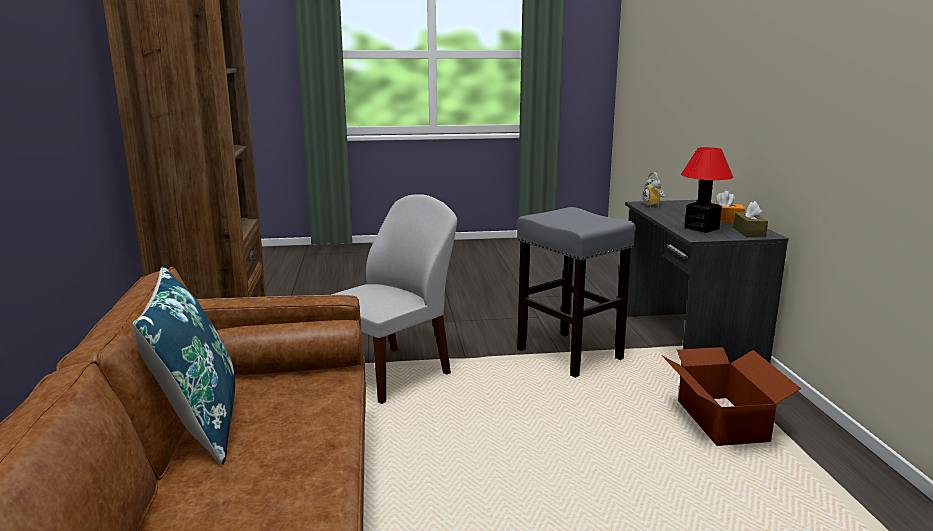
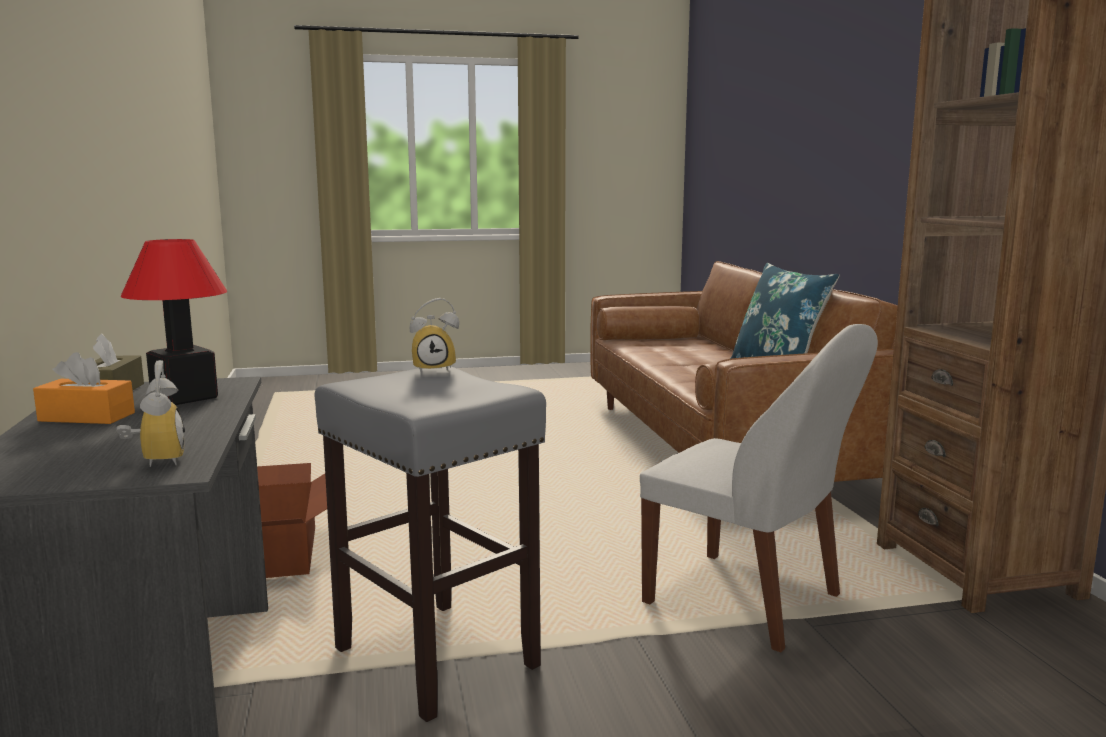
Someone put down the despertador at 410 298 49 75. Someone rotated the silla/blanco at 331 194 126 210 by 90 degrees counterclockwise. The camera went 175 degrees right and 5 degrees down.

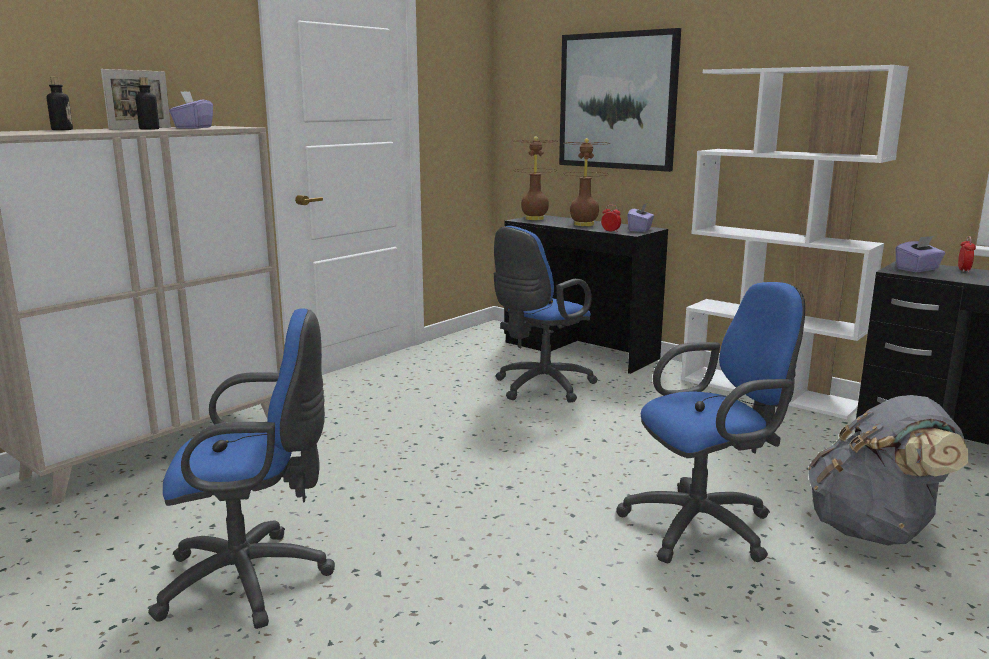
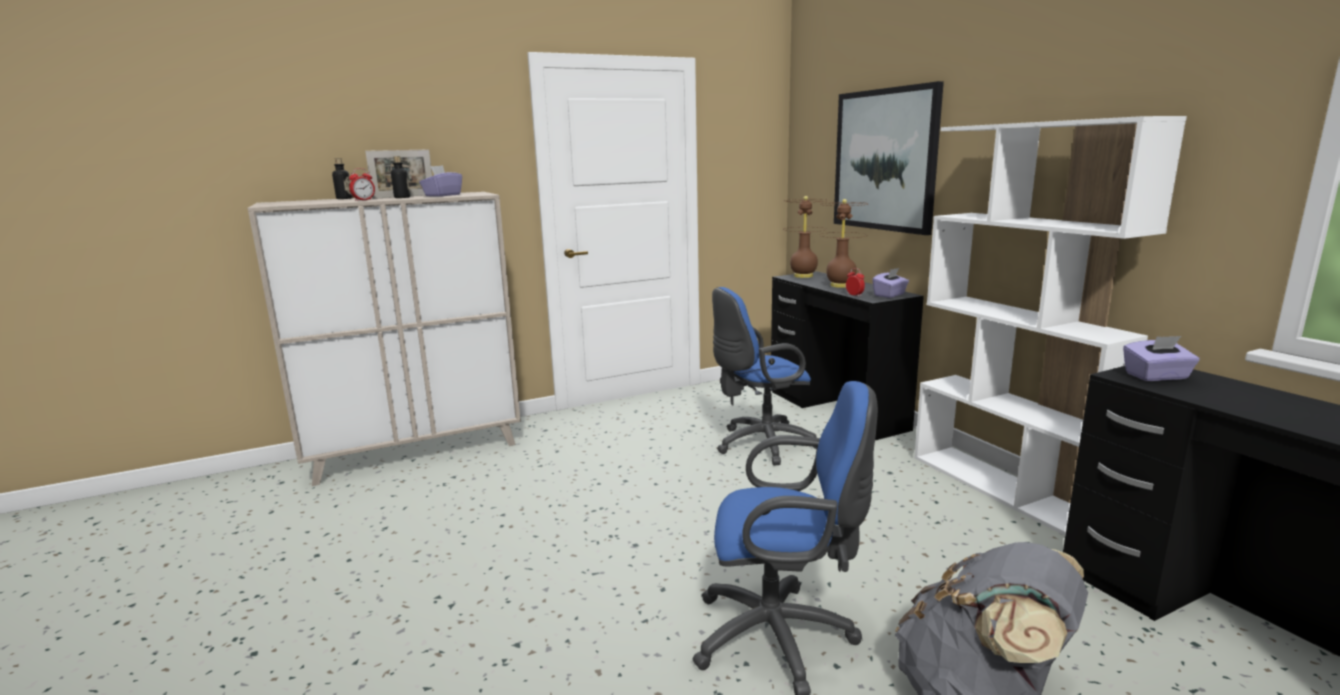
Someone took away the silla de oficina/azul at 148 308 187 321. Someone carried the despertador from 958 236 18 37 to 349 168 26 33. The camera went 25 degrees right and 0 degrees up.

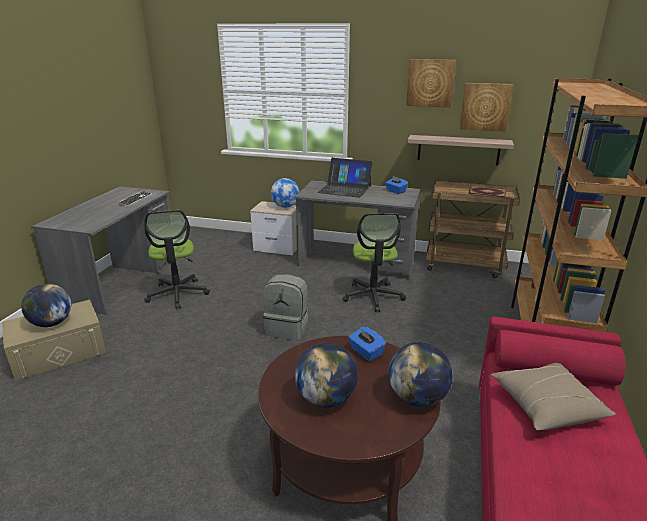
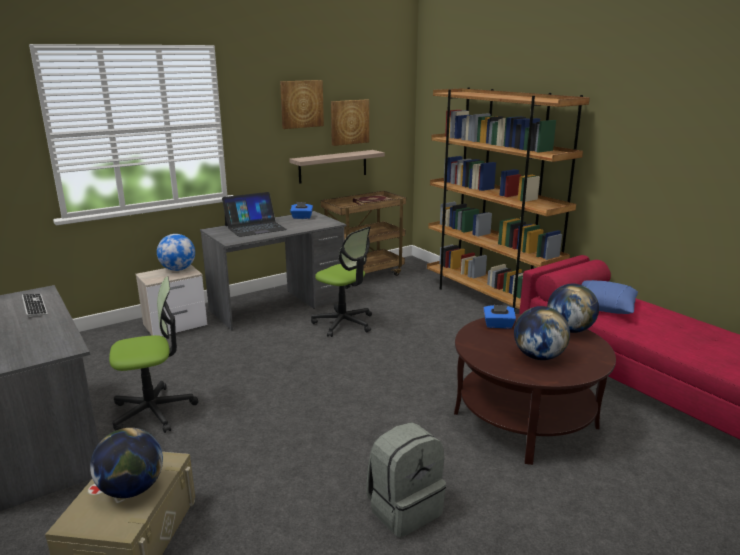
Someone carried the mochila/gris from 262 274 46 66 to 366 422 80 115. Someone repainted the cojín/beis at 491 363 125 67, which became the cojín/azul at 581 280 57 34. Someone rotated the silla de oficina at 144 210 66 99 by 45 degrees counterclockwise. The camera went 50 degrees left and 5 degrees down.

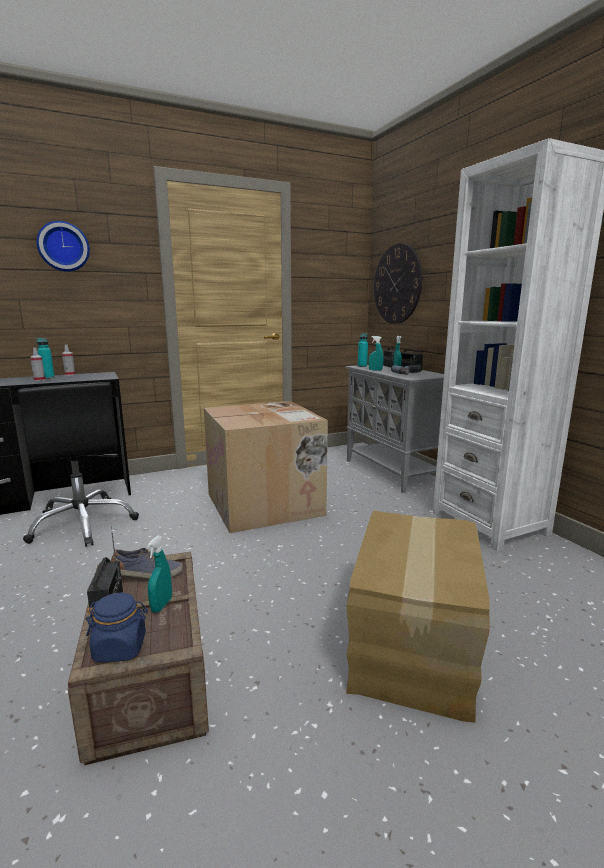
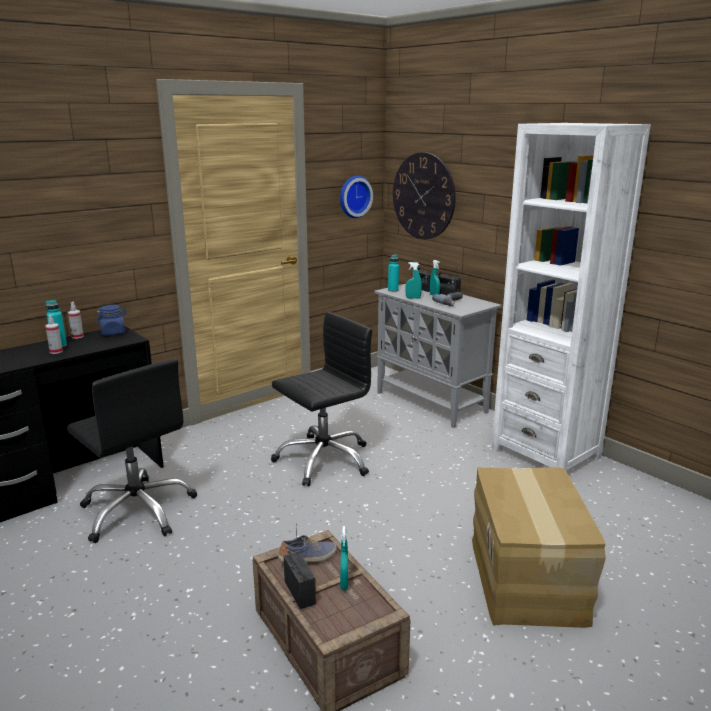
Someone carried the reloj de pared from 37 221 53 51 to 340 176 33 42. Someone carried the tarro/azul from 86 592 62 70 to 96 305 31 30. Someone swapped the caja de cartón at 204 401 124 132 for the silla de oficina/negro at 271 312 101 174. The camera went 15 degrees left and 5 degrees up.

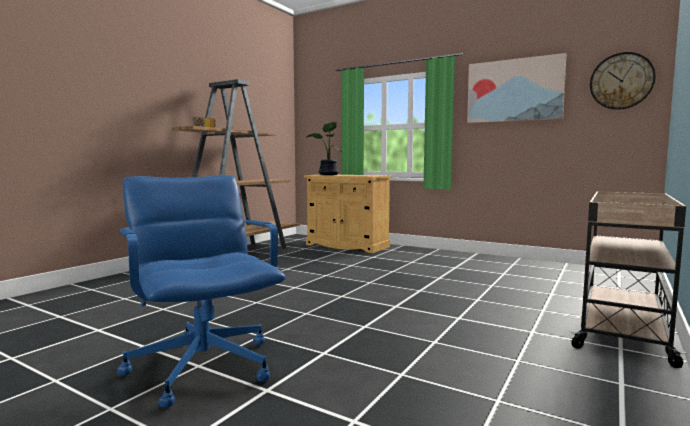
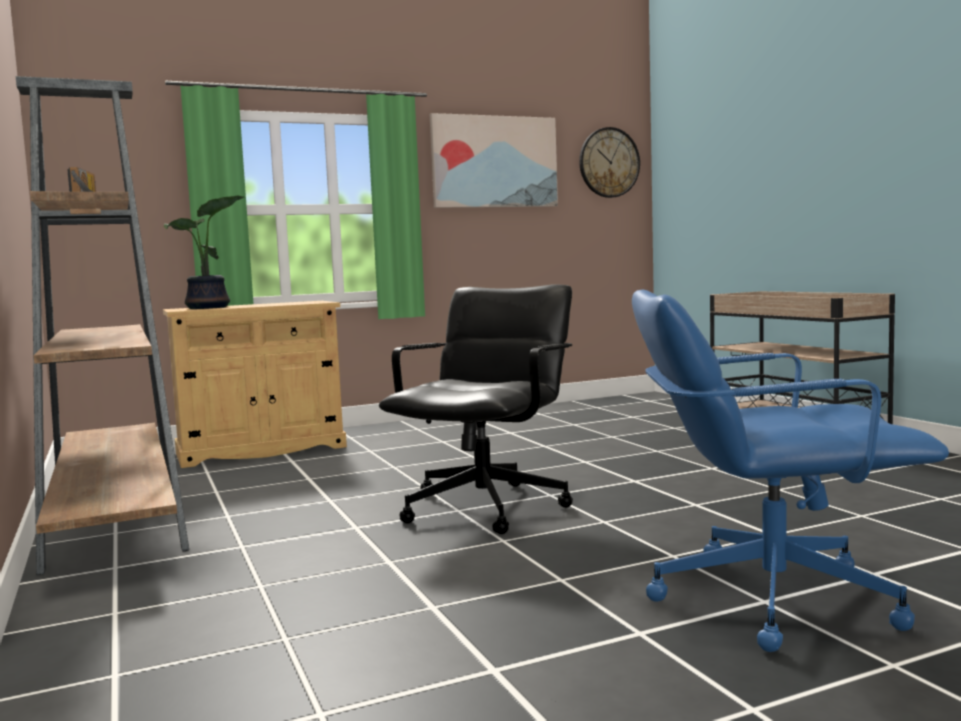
Someone put down the silla de oficina/negro at 379 284 194 250. The camera went 55 degrees left and 0 degrees up.

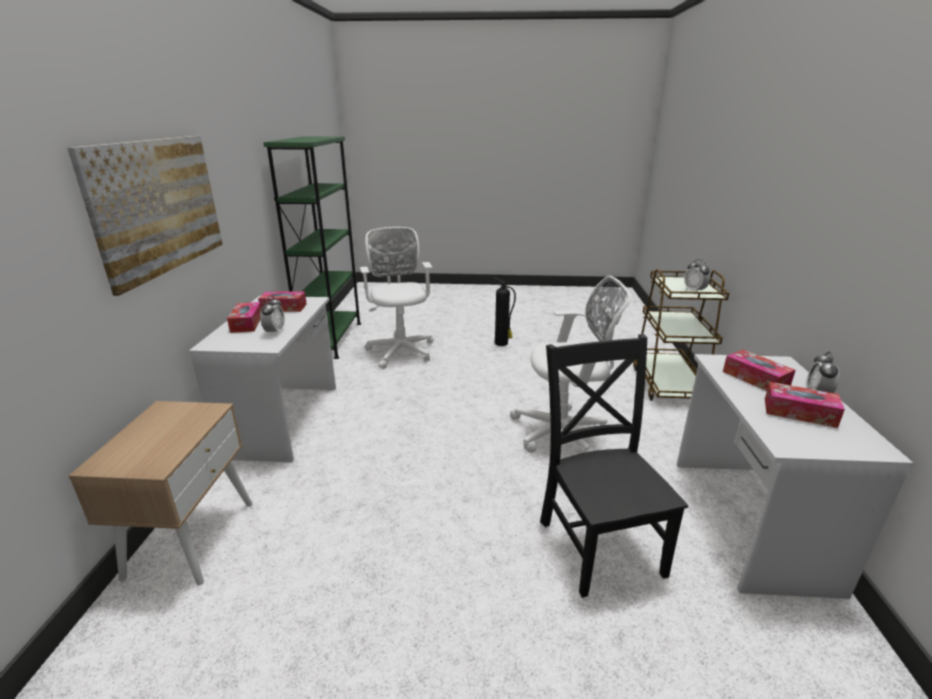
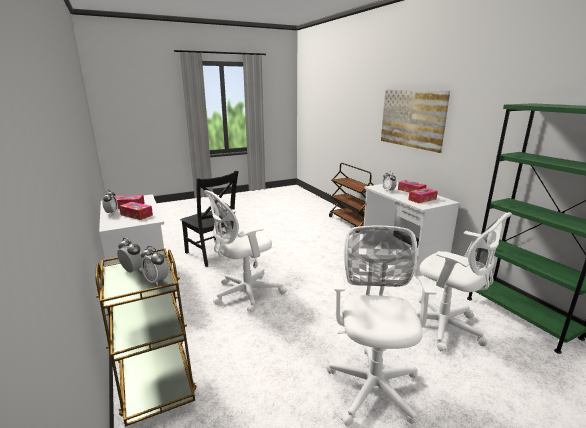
Someone put down the despertador at 141 246 27 40. Someone swapped the mesita de noche/beis at 69 401 184 185 for the carrito/marrón at 329 163 45 64. Someone swapped the extintor at 492 277 24 69 for the silla de oficina/blanco at 326 226 111 200. The camera went 150 degrees right and 5 degrees down.

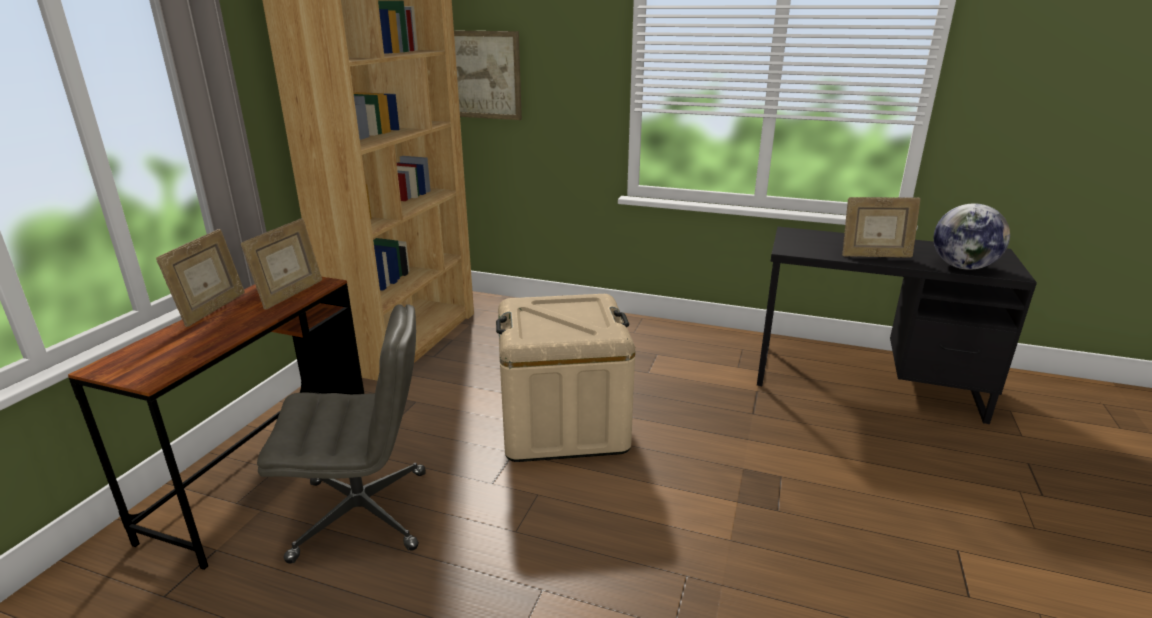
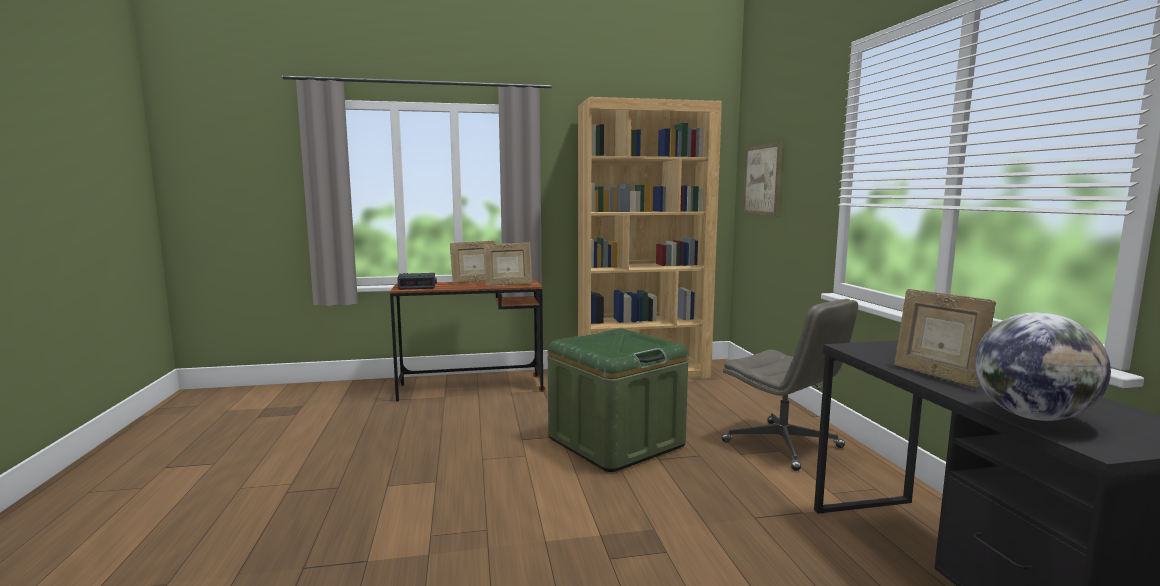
Someone put down the despertador at 397 273 40 17. Someone carried the silla de oficina/gris from 257 304 169 260 to 722 299 136 172. Someone repainted the caja de almacenaje/beis at 496 294 139 168, which became the caja de almacenaje/verde at 548 328 140 144. The camera went 60 degrees right and 15 degrees down.

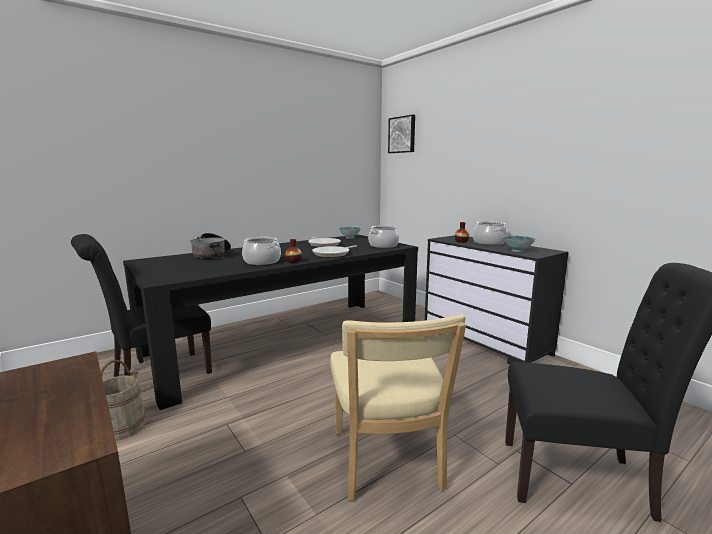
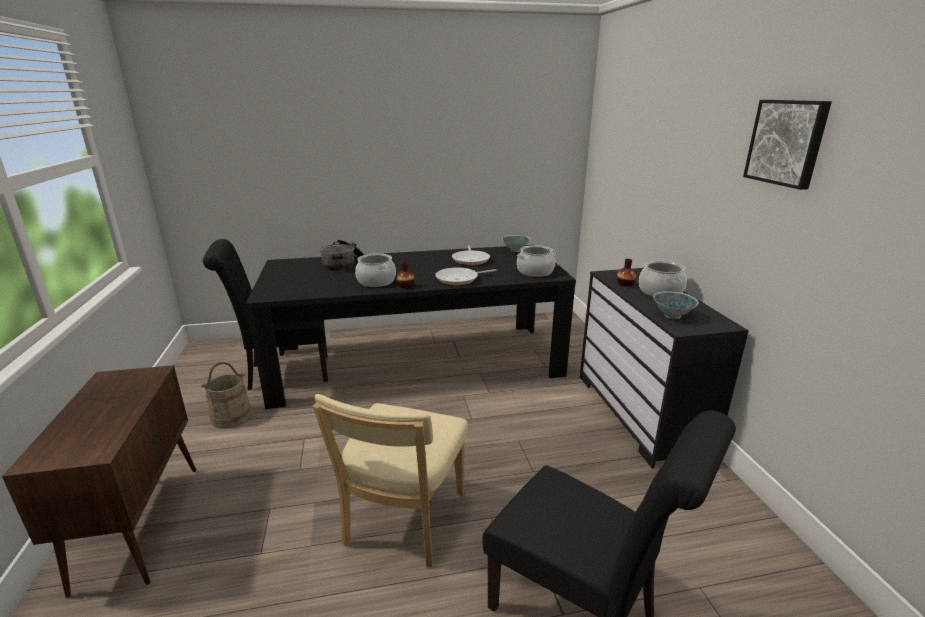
Someone carried the cuadro from 388 115 27 38 to 743 100 89 90. The camera went 25 degrees right and 10 degrees up.

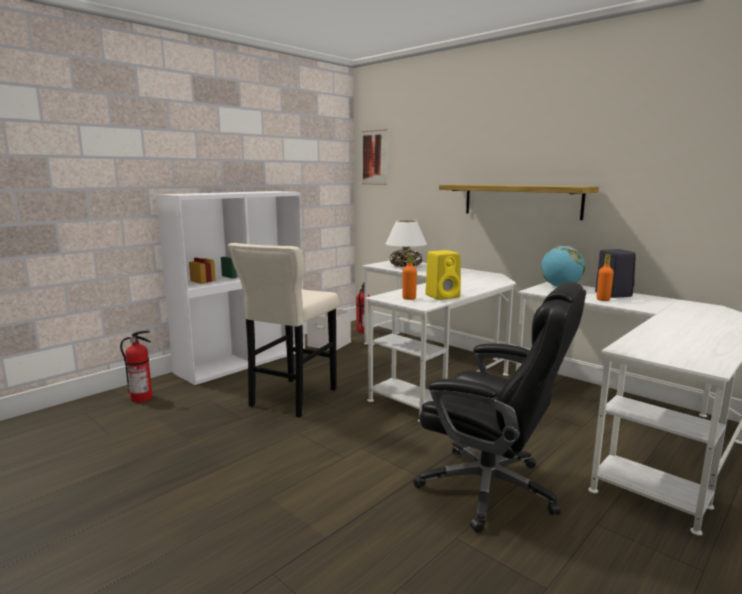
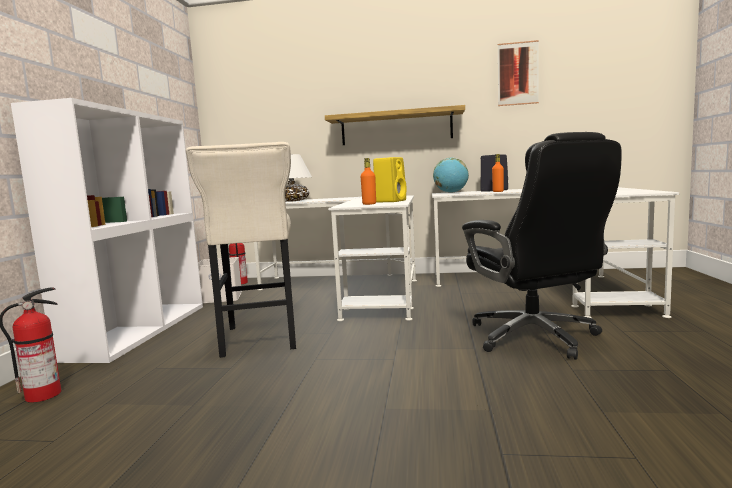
Someone carried the cuadro from 361 129 27 56 to 497 40 42 66. Someone rotated the silla de oficina/negro at 413 282 173 251 by 75 degrees clockwise. The camera went 35 degrees left and 5 degrees down.

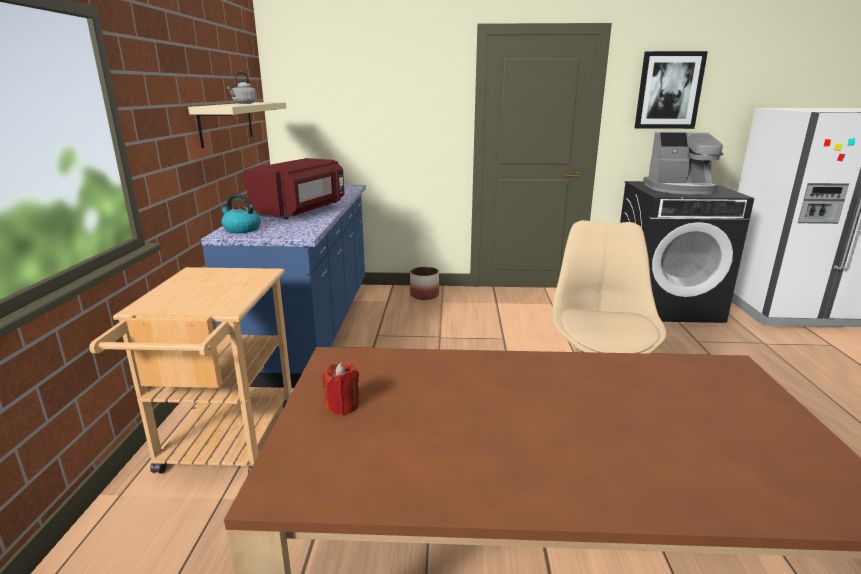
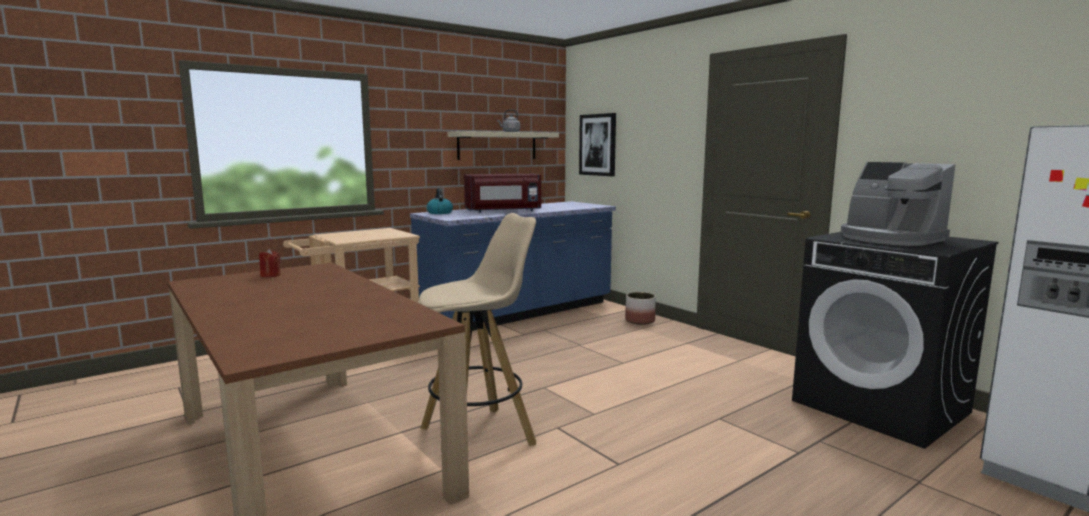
Someone carried the cuadro from 635 51 73 78 to 579 113 37 63. The camera went 50 degrees right and 10 degrees down.

